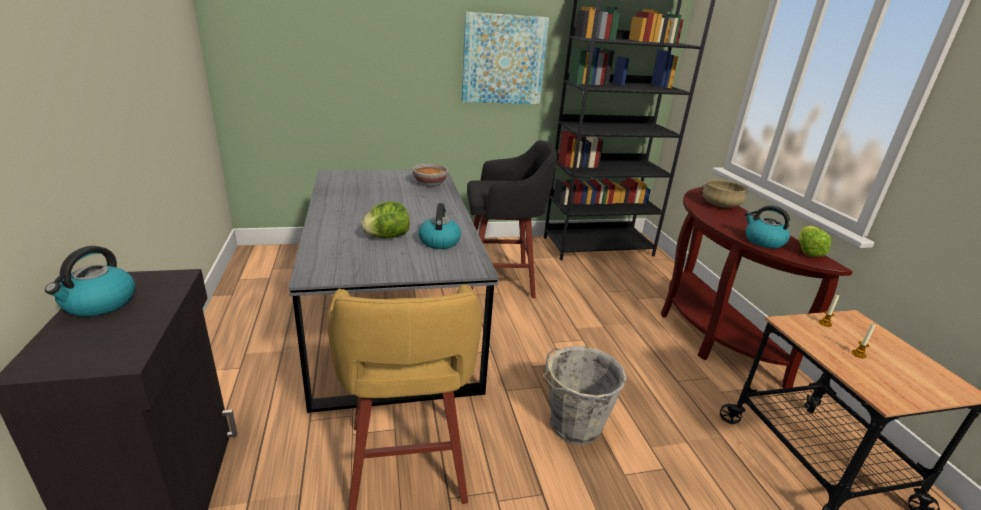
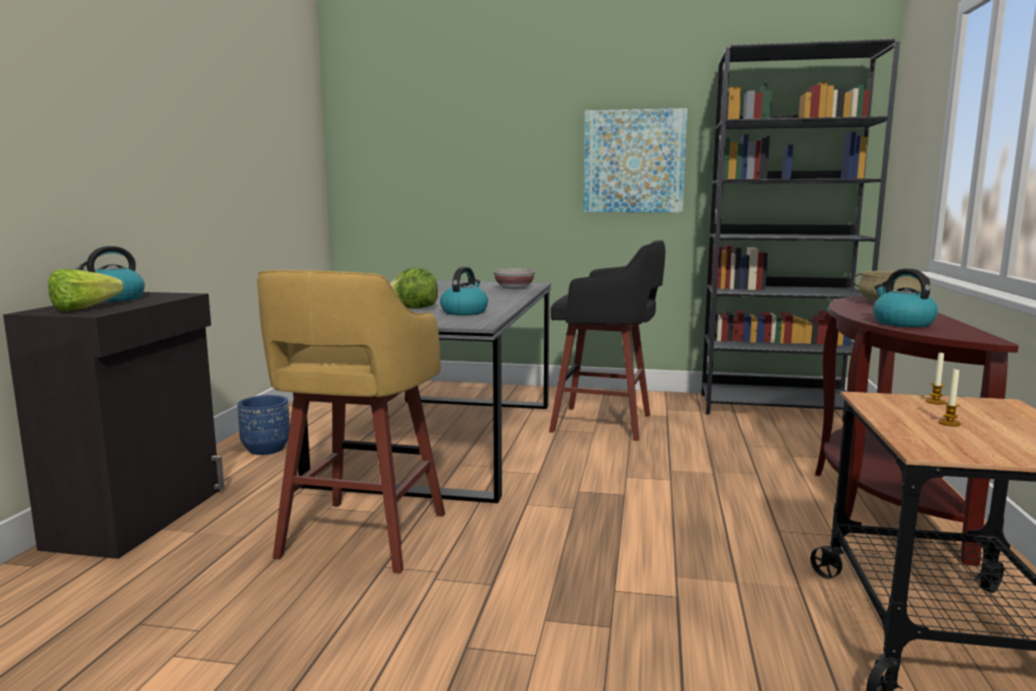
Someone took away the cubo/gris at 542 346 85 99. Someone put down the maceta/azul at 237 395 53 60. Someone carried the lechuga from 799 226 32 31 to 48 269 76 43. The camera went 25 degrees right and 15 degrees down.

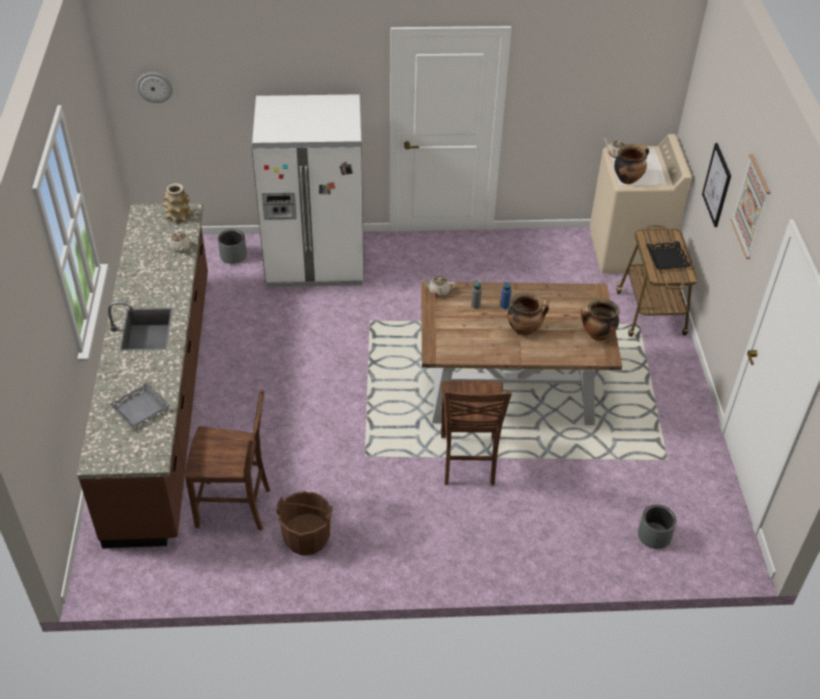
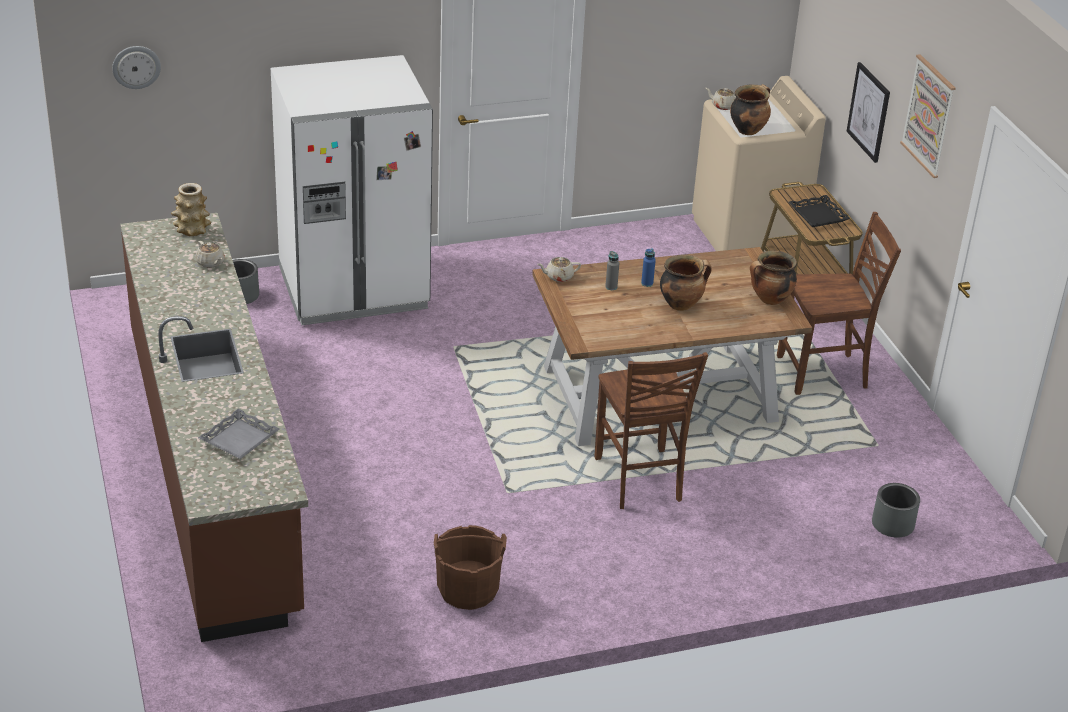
Someone carried the silla/marrón from 185 390 85 140 to 777 212 124 183. The camera went 15 degrees left and 10 degrees down.

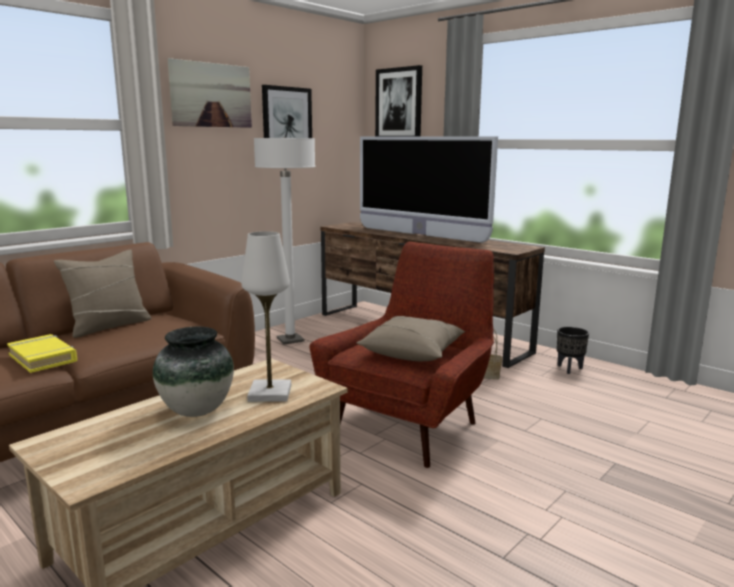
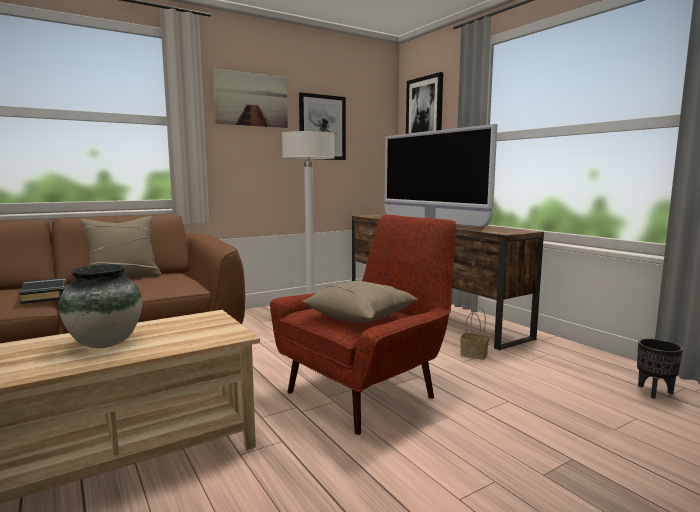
Someone took away the lámpara de mesa/blanco at 241 231 50 171. Someone carried the maceta/negro from 557 327 32 47 to 637 339 46 60. Someone repainted the libro/amarillo at 7 334 70 39, which became the libro/negro at 19 278 48 26. The camera went 15 degrees right and 5 degrees down.

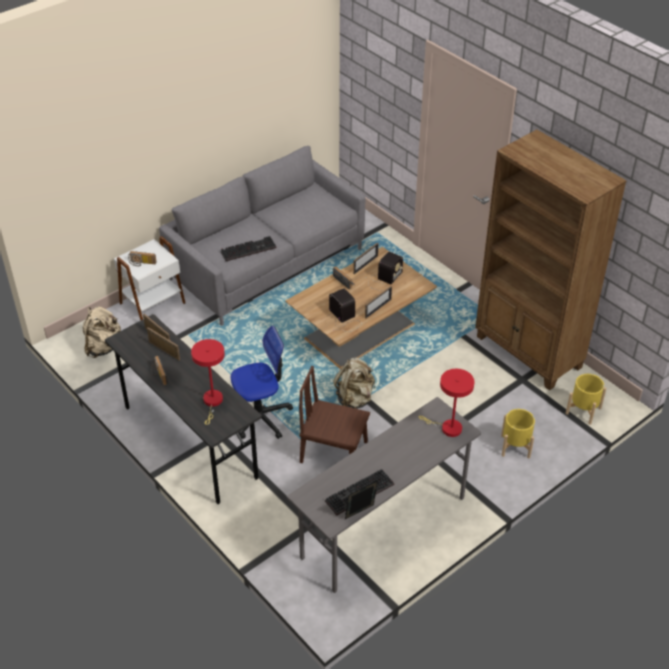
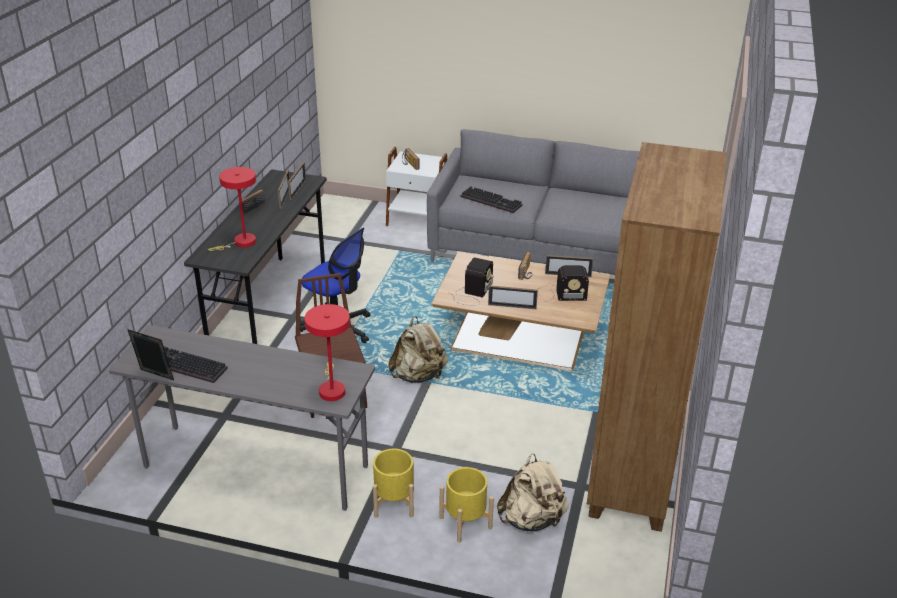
Someone carried the mochila/beis from 83 307 38 51 to 497 453 72 78. Someone carried the maceta/amarillo from 566 374 40 51 to 373 449 41 69. The camera went 55 degrees right and 10 degrees down.

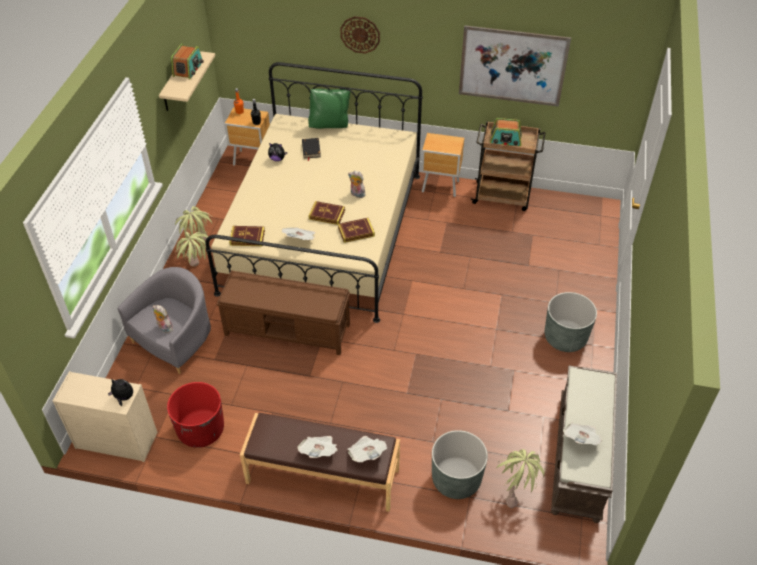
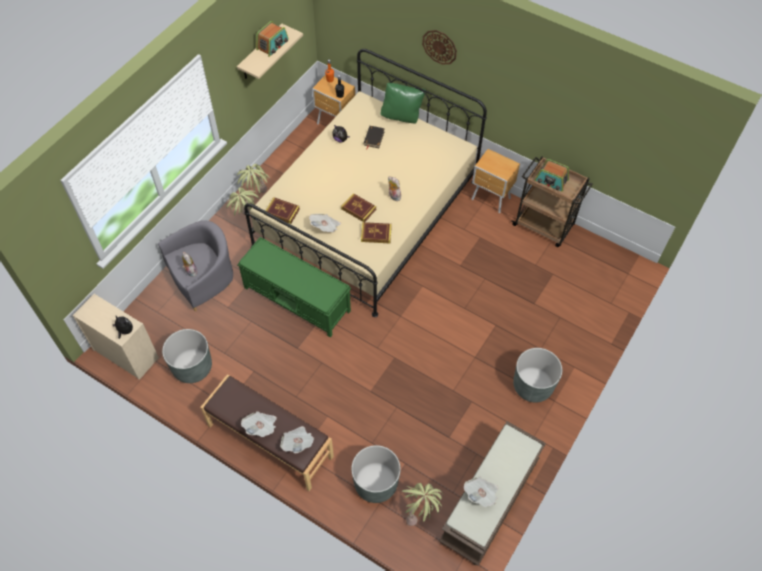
Someone took away the cuadro at 459 25 112 82. Someone repainted the maceta/rojo at 167 382 57 66, which became the maceta/gris at 162 329 50 54. Someone repainted the banco/marrón at 217 270 133 85, which became the banco/verde at 237 237 114 100. The camera went 20 degrees right and 10 degrees up.

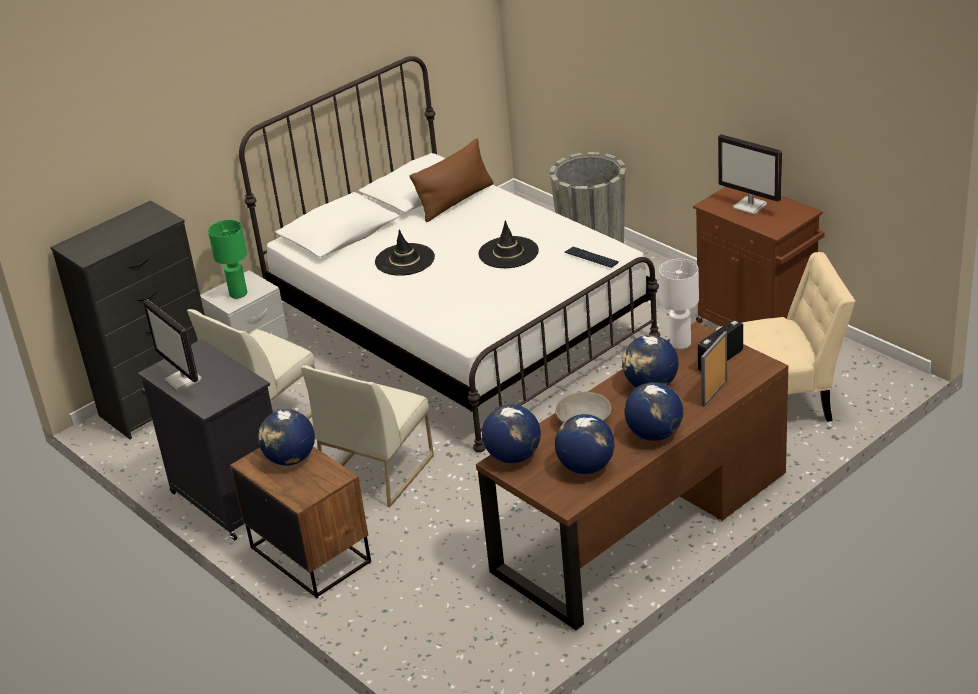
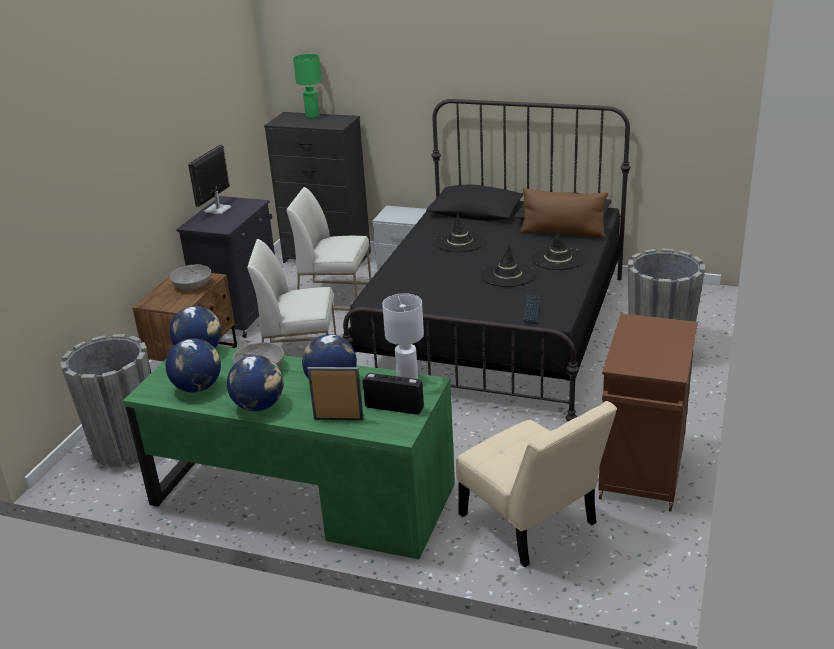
Someone took away the monitor at 718 134 64 81. Someone put down the maceta/gris at 60 334 90 133. Someone put down the sombrero/negro at 531 229 55 41. Someone carried the lámpara de mesa/verde from 208 220 39 79 to 293 54 29 64. Someone swapped the globo terráqueo at 258 409 57 57 for the cuenco/gris at 170 264 41 26. Someone repainted the cama/blanco at 239 56 421 396, which became the cama/negro at 342 99 289 322. Someone repainted the escritorio/marrón at 476 322 312 308, which became the escritorio/verde at 123 346 332 213. The camera went 60 degrees right and 5 degrees down.

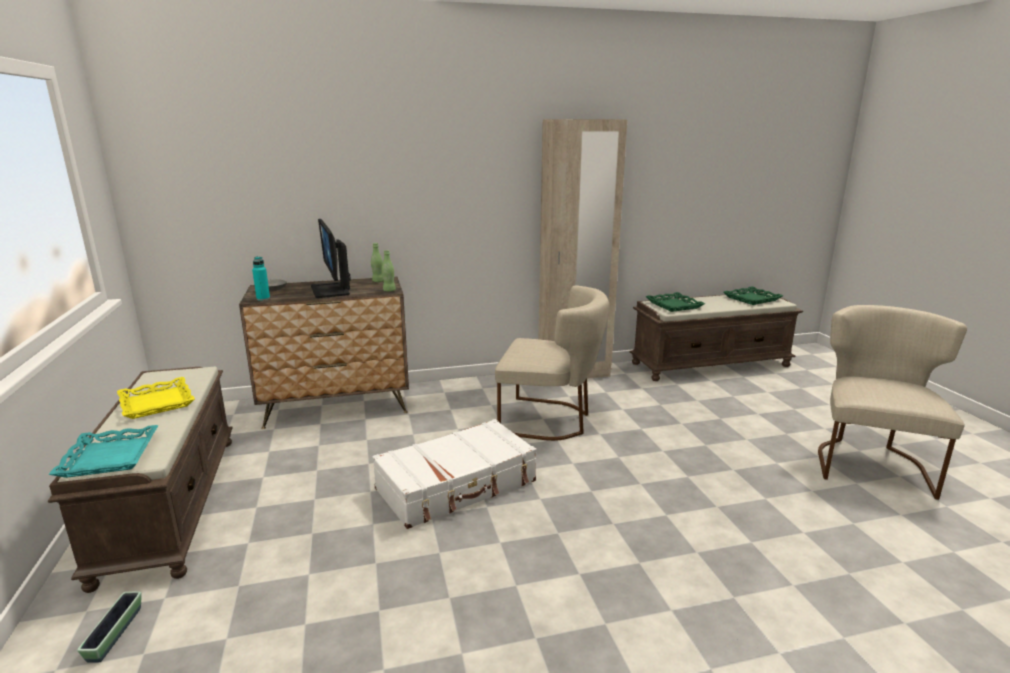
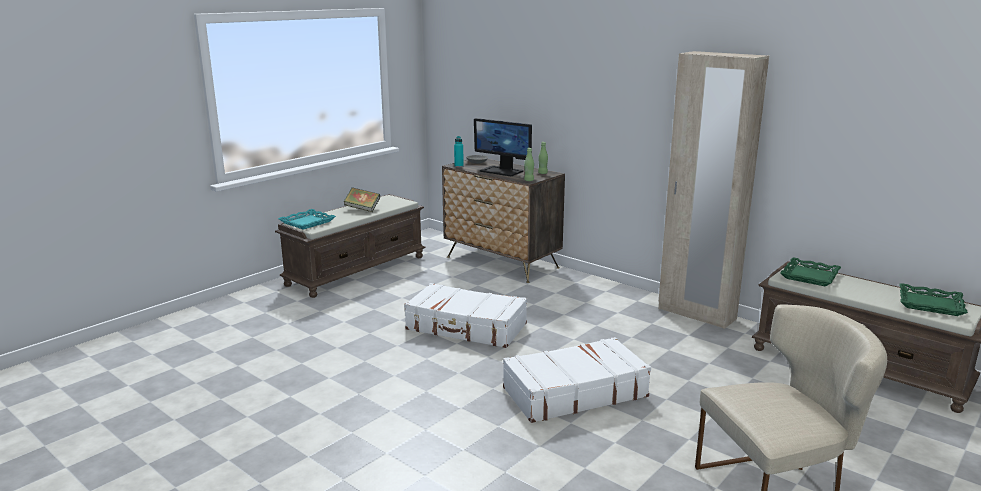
Someone took away the maceta at 77 592 65 71. Someone took away the silla/beis at 495 285 115 156. Someone put down the maleta/blanco at 503 337 148 86. Someone swapped the bandeja/amarillo at 117 377 78 42 for the libro at 344 187 36 25. Someone rotated the monitor at 311 219 40 79 by 90 degrees counterclockwise. The camera went 55 degrees right and 0 degrees up.

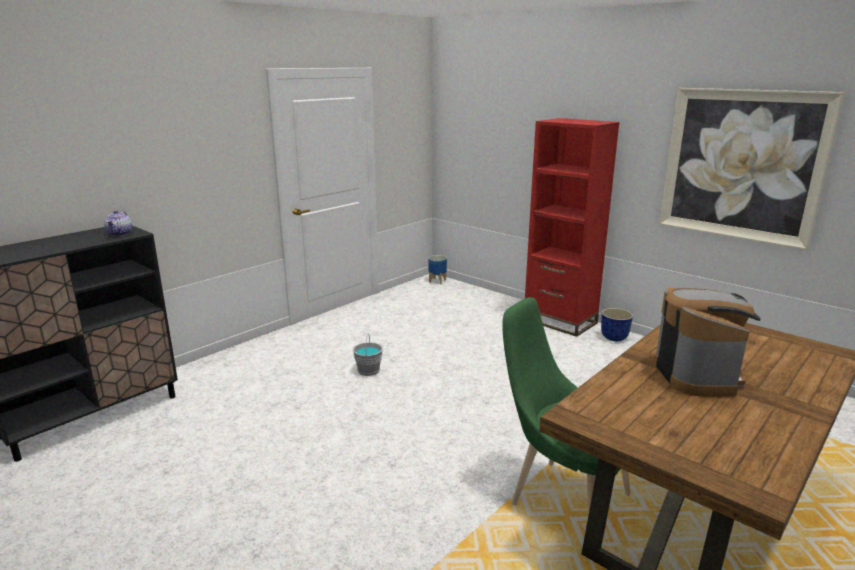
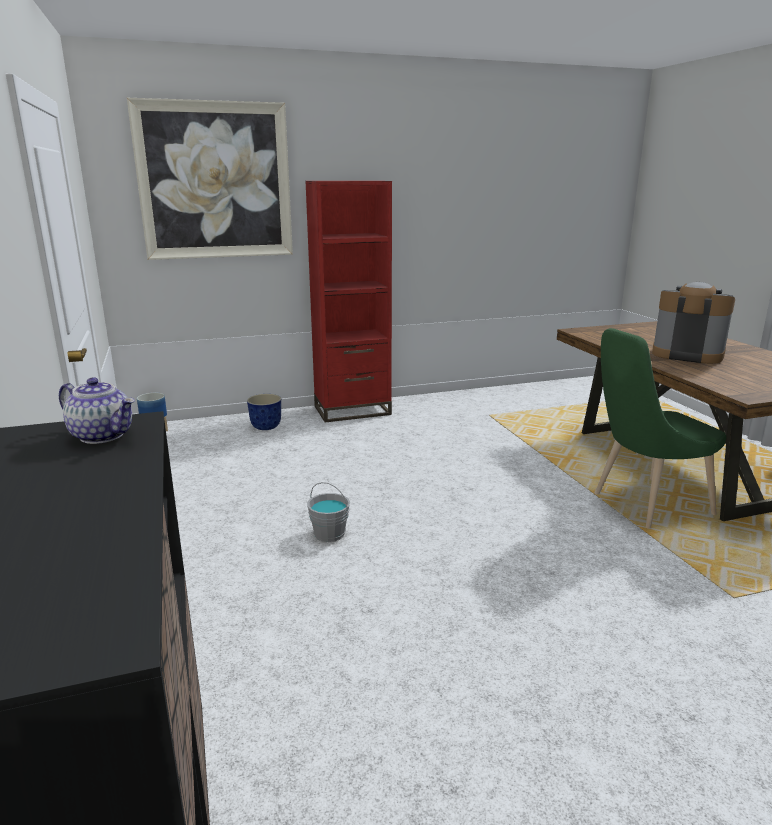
Someone carried the maceta from 601 308 32 33 to 247 394 34 36. Someone carried the cuadro from 659 88 186 162 to 127 98 166 162. The camera went 60 degrees left and 0 degrees up.

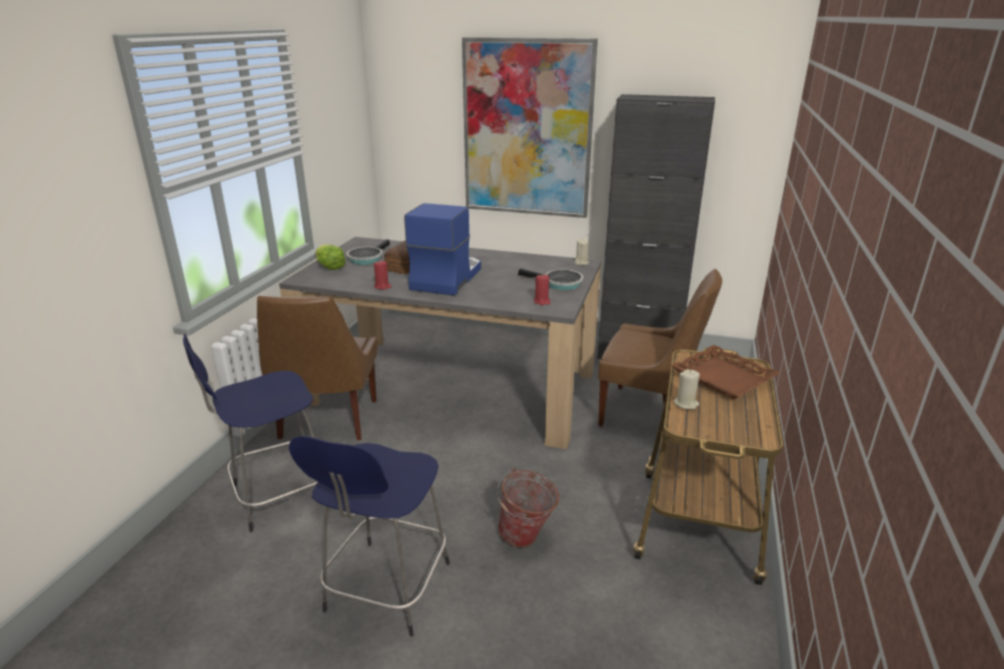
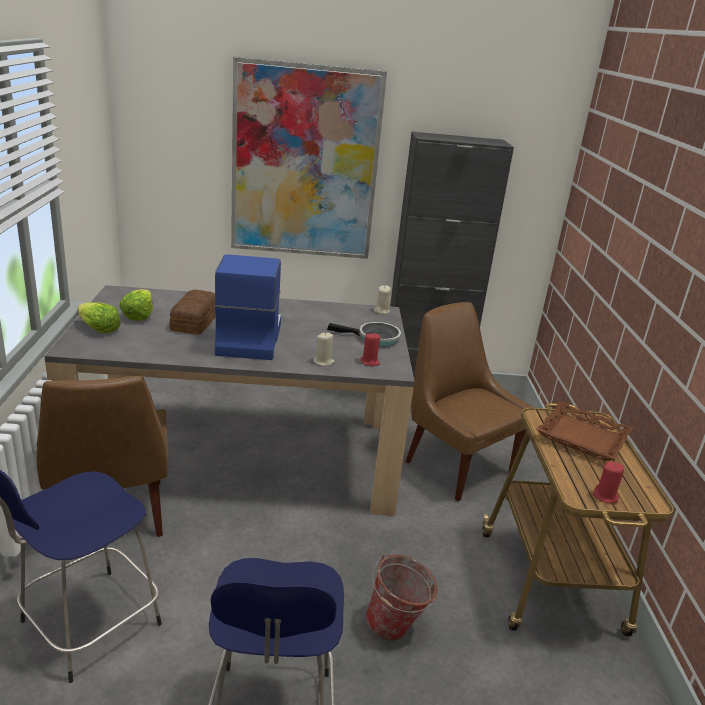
Someone carried the vela/rojo from 374 260 18 30 to 593 461 31 42. Someone carried the vela/beis from 673 370 27 40 to 313 333 22 33. Someone swapped the sartén at 347 239 43 26 for the lechuga at 119 289 34 32. Someone rotated the silla/marrón at 598 269 124 158 by 135 degrees counterclockwise. The camera went 20 degrees left and 0 degrees up.

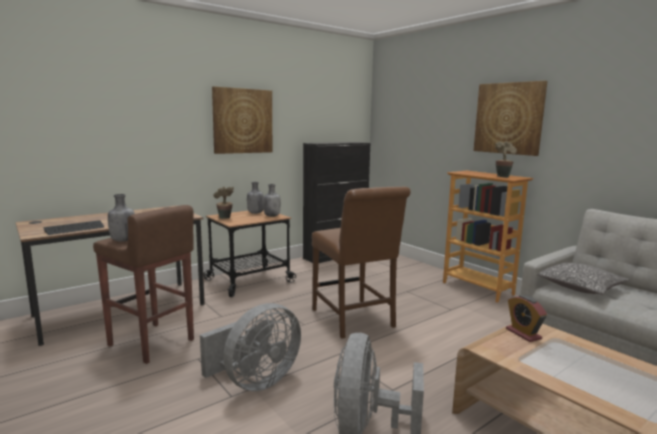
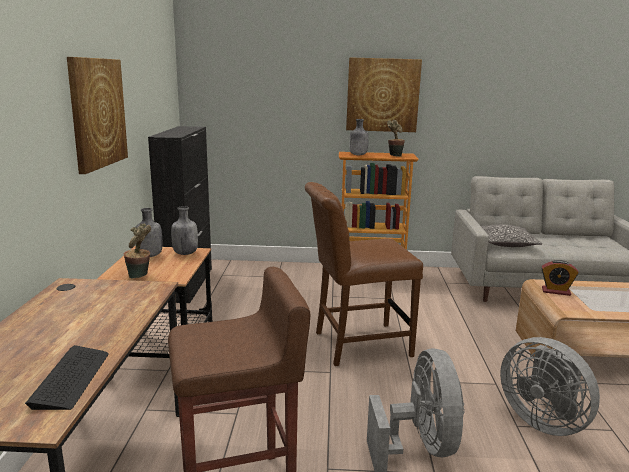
Someone carried the botella/gris from 108 194 27 48 to 349 119 20 36. Someone rotated the silla/marrón at 312 187 99 152 by 150 degrees clockwise. The camera went 50 degrees left and 5 degrees up.

